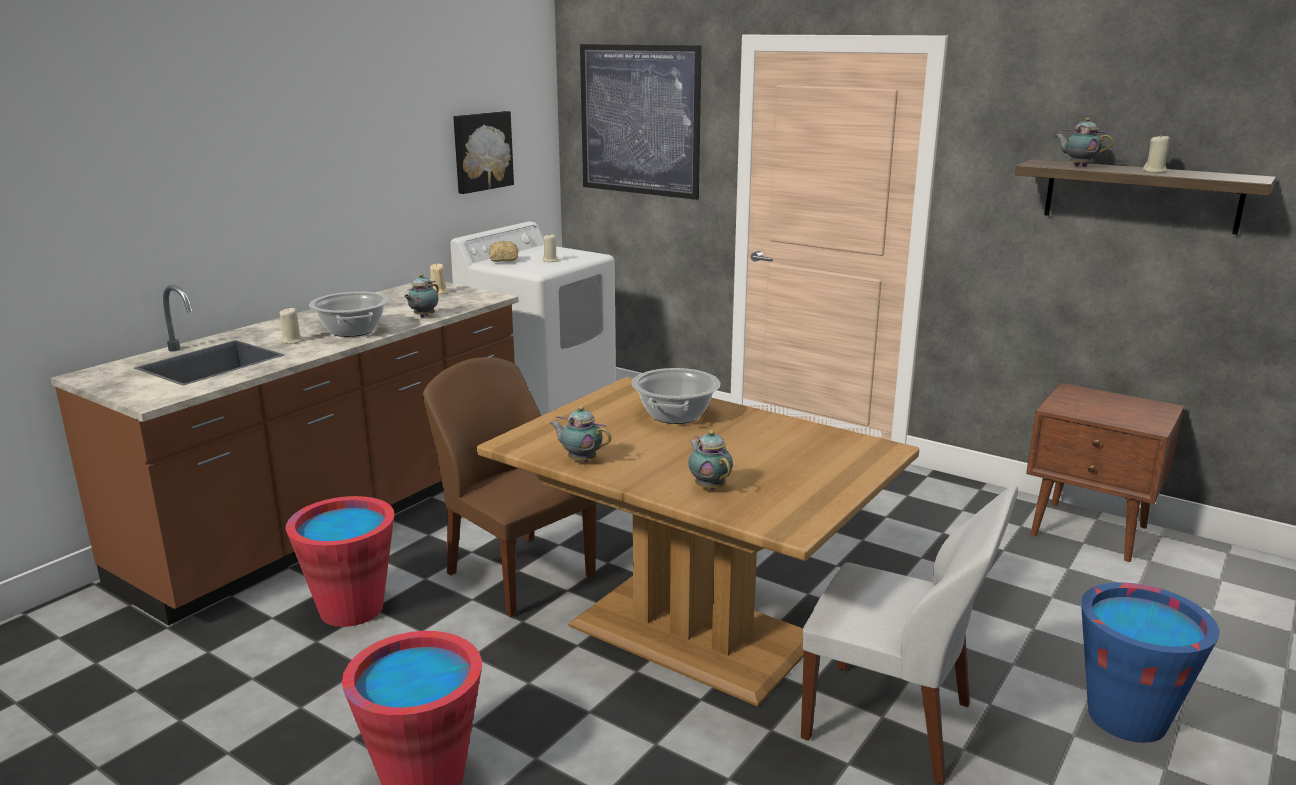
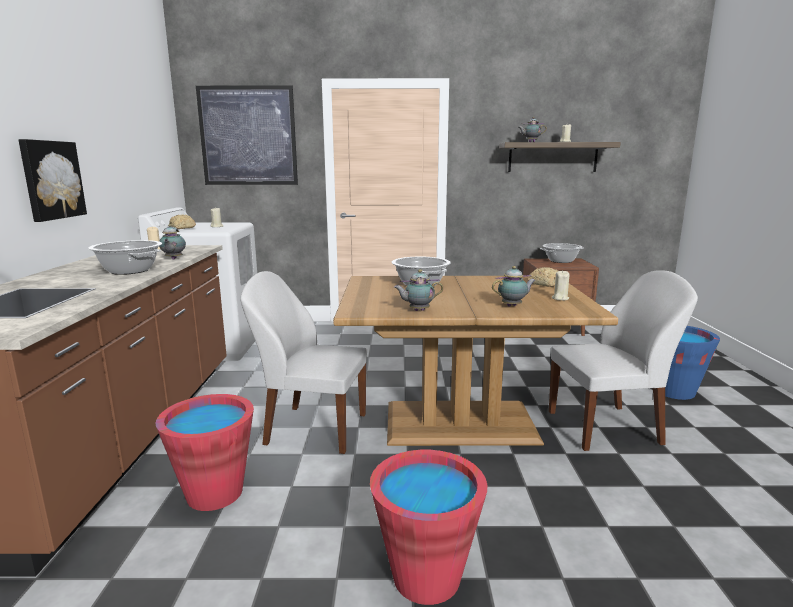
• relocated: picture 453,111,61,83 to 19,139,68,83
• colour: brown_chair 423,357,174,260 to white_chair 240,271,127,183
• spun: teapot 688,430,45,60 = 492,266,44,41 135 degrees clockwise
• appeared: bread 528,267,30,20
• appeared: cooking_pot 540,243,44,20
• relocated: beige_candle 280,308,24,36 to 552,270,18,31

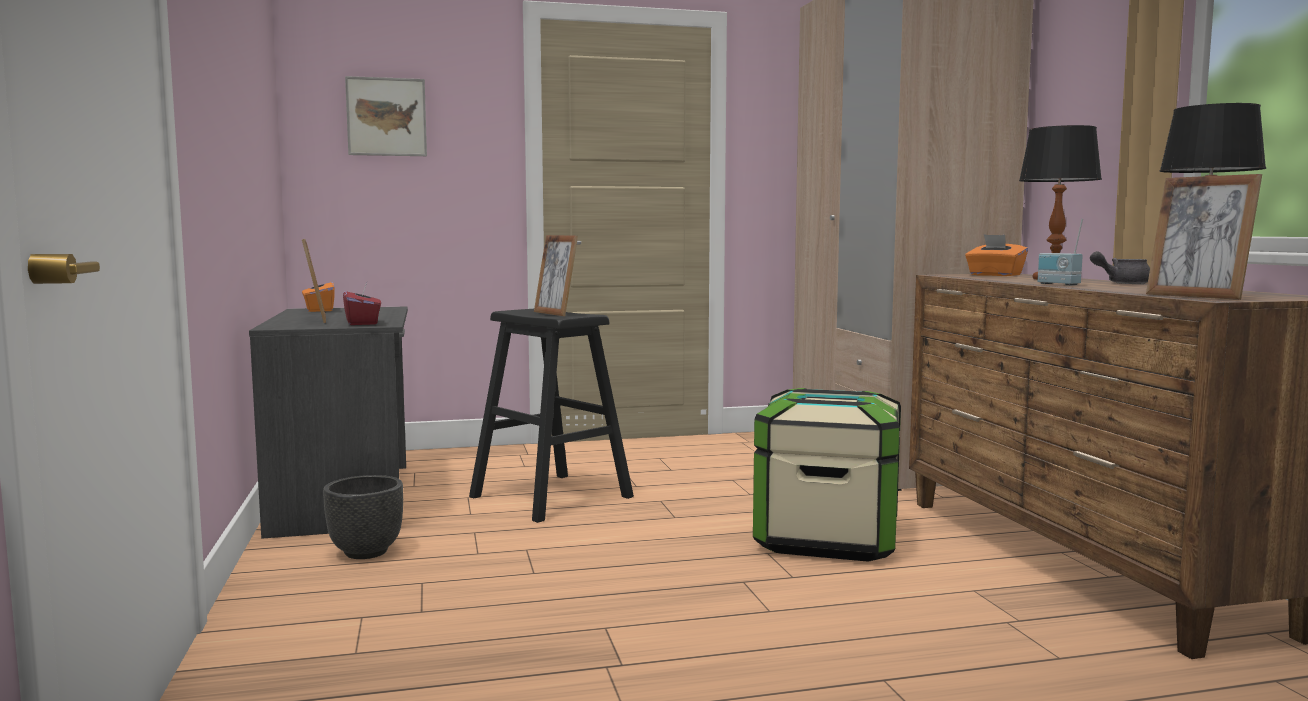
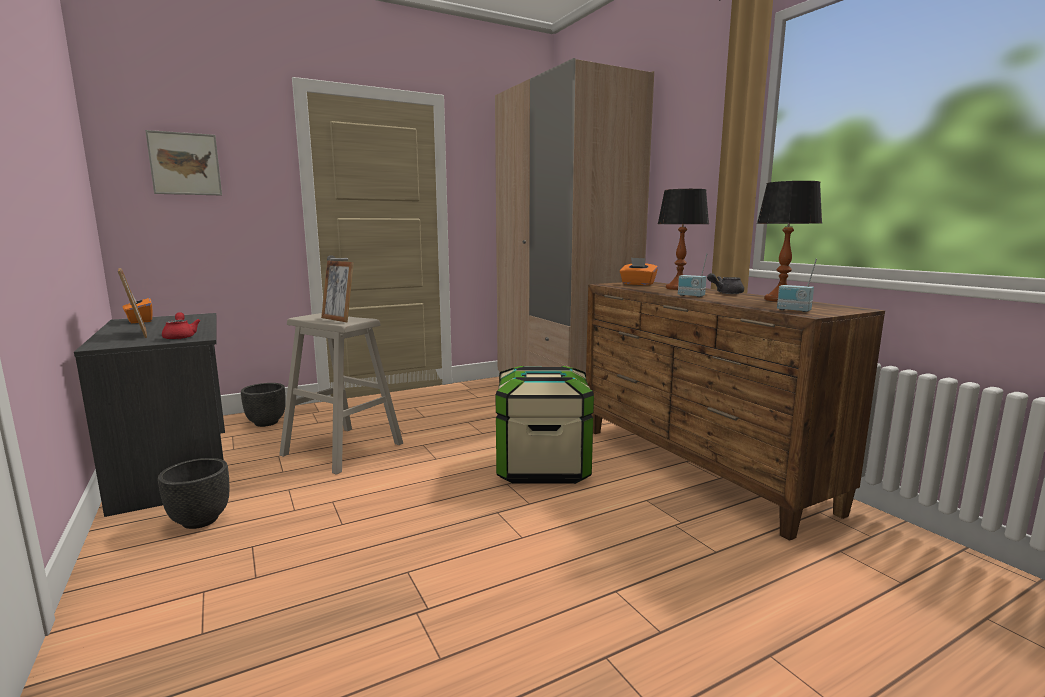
• exchanged: red_tissue_box 343,282,38,43 to red_teapot 162,312,38,28
• appeared: black_planter 241,383,45,44
• colour: black_stool 469,309,165,214 to beige_stool 279,313,124,162
• exchanged: picture_frame 1146,174,116,126 to radio 777,259,40,53

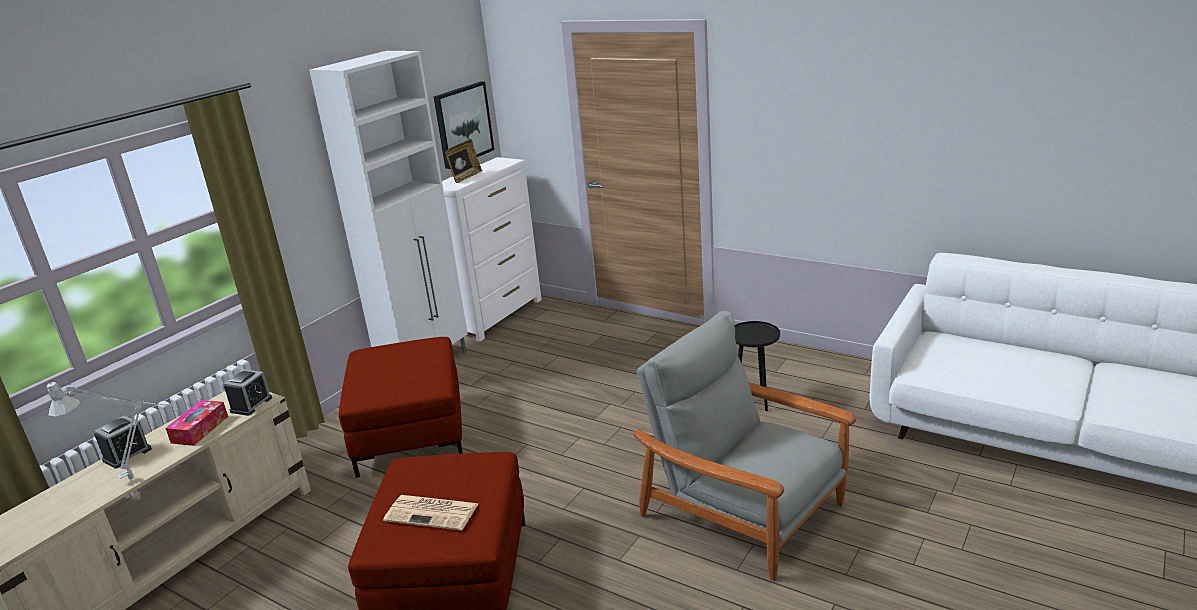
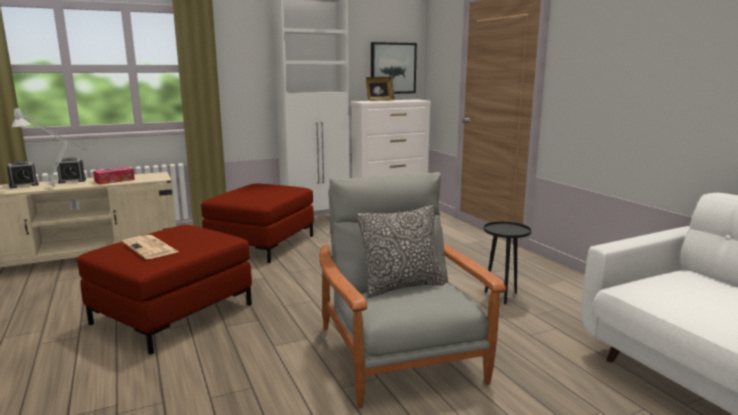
• relocated: alarm_clock 223,369,49,47 to 7,161,32,27
• appeared: pillow 357,205,88,93

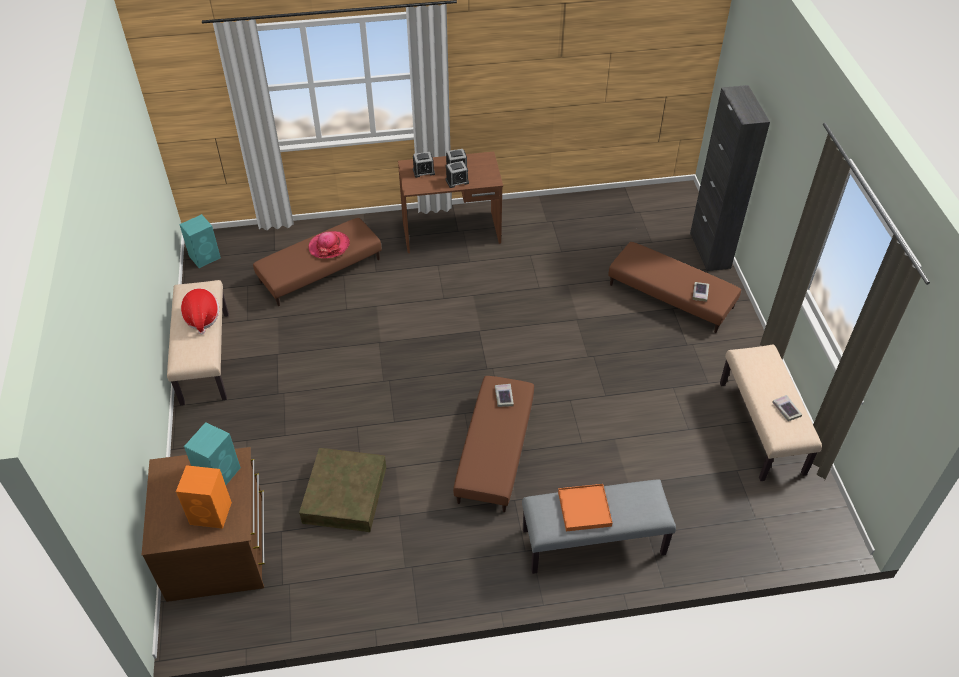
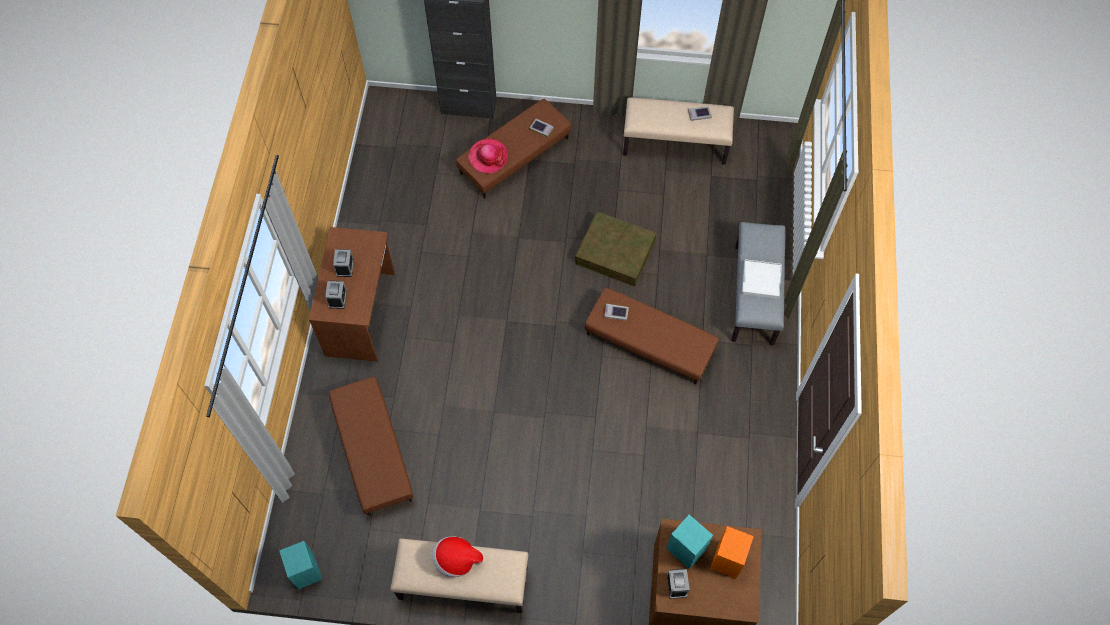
• relocated: hat 309,231,41,28 to 468,139,40,34
• relocated: brown_storage_box 299,448,87,84 to 575,212,82,75
• relocated: alarm_clock 446,161,23,27 to 667,569,23,30
• colour: orange_tray 558,484,54,47 to white_tray 742,259,40,40

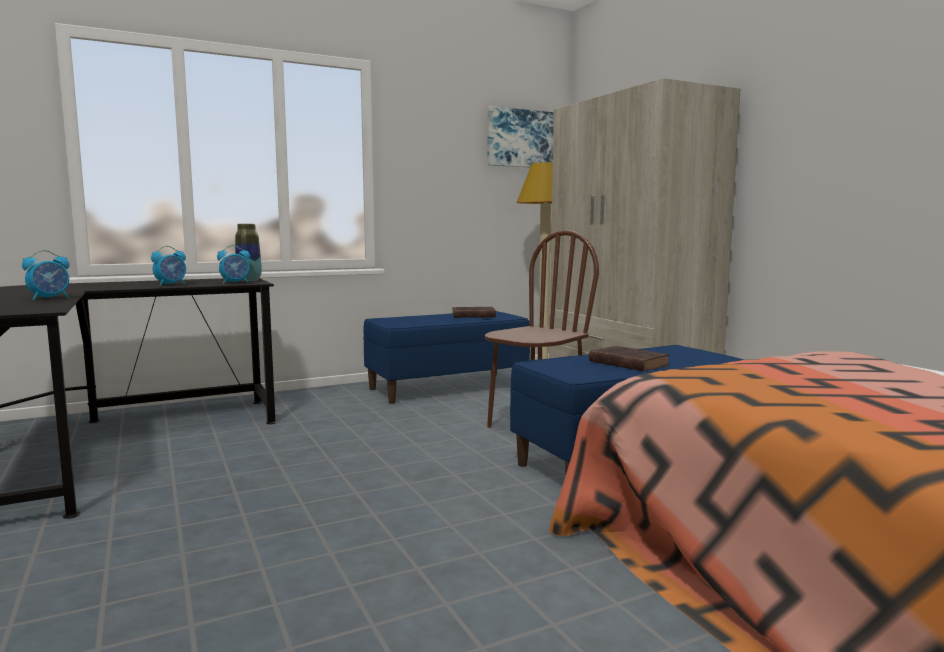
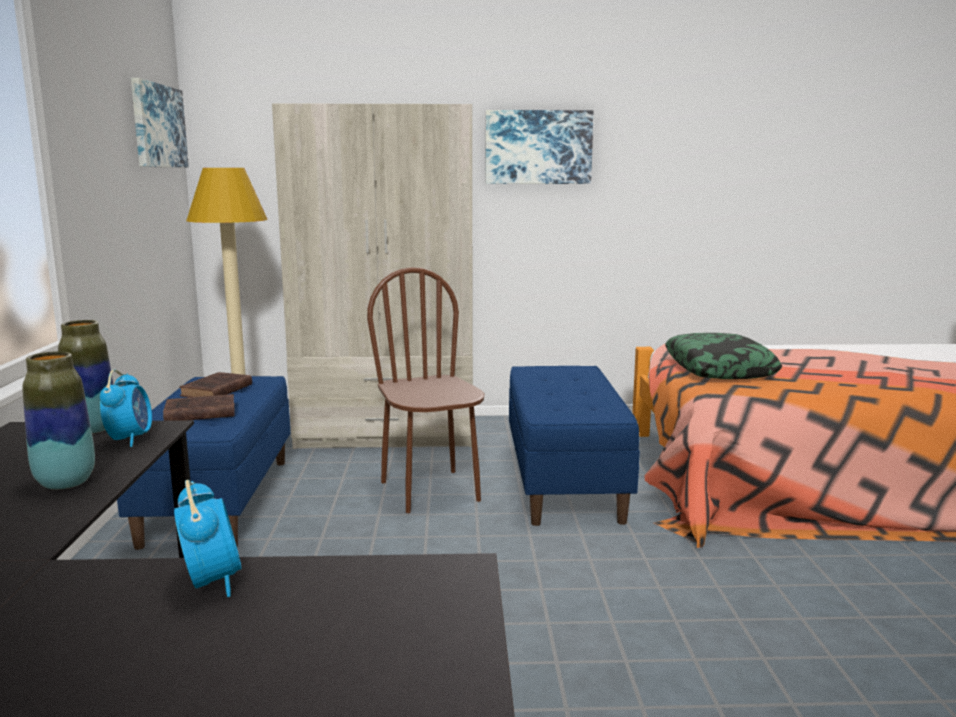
• exchanged: alarm_clock 151,246,35,40 to vase 22,351,73,139
• relocated: brown_book 589,346,81,25 to 163,394,72,27
• appeared: picture 486,110,108,74
• appeared: pillow 665,333,117,46

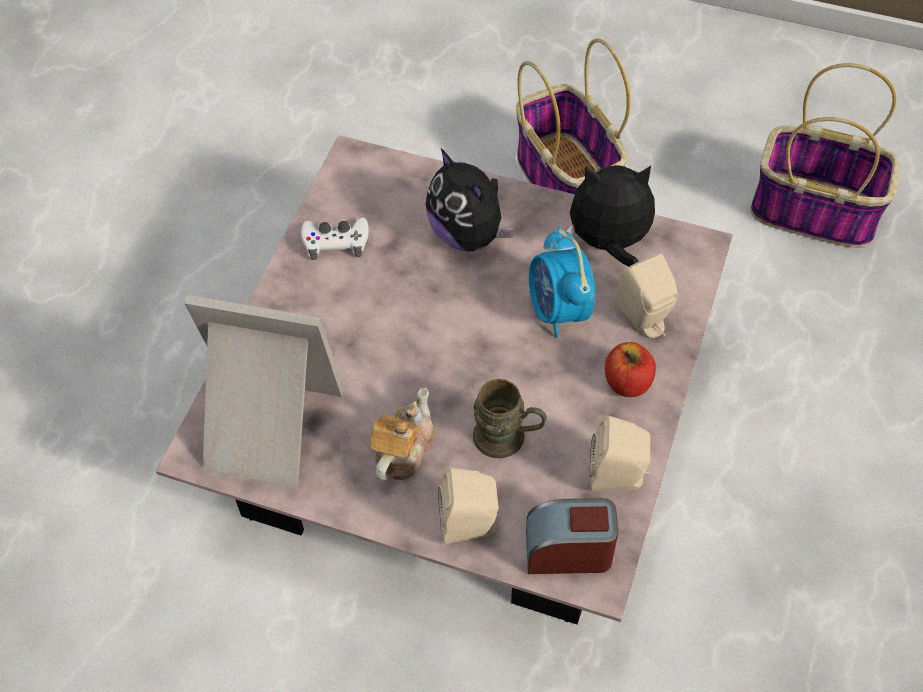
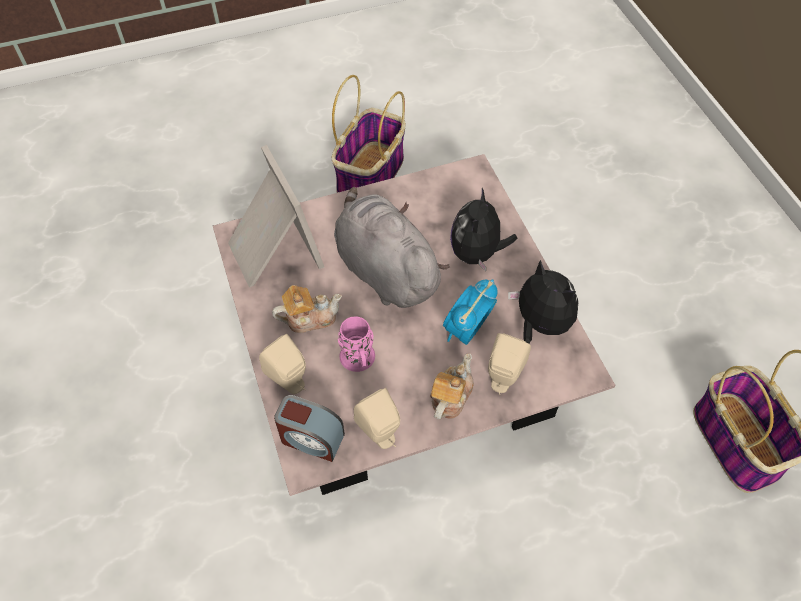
• spun: alarm_clock 526,498,92,76 = 274,395,71,67 150 degrees clockwise
• relocated: basket 516,39,114,155 to 332,75,74,118
• appeared: grey_plush_toy 334,187,116,121
• colour: brown_mug 473,379,73,79 to pink_mug 338,316,37,56
• exchanged: apple 605,342,51,55 to teapot 430,353,44,66
• missing: white_game_controller 301,217,68,43

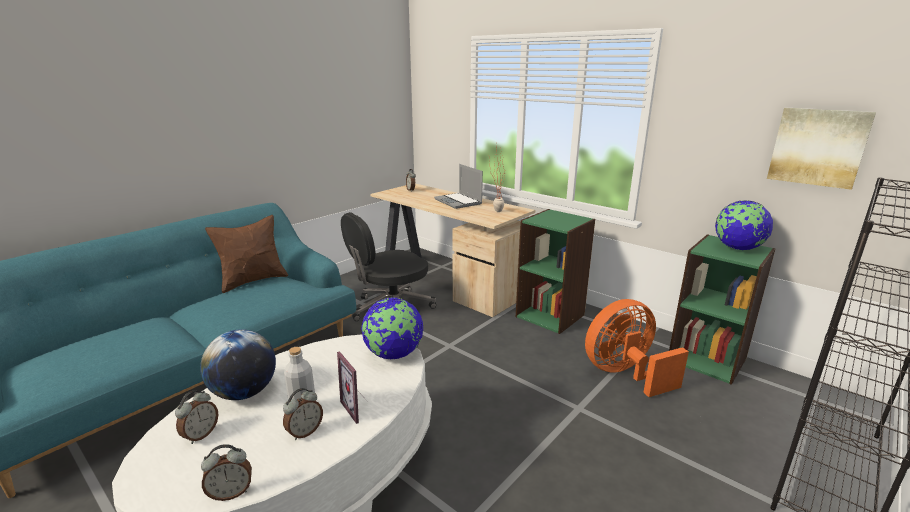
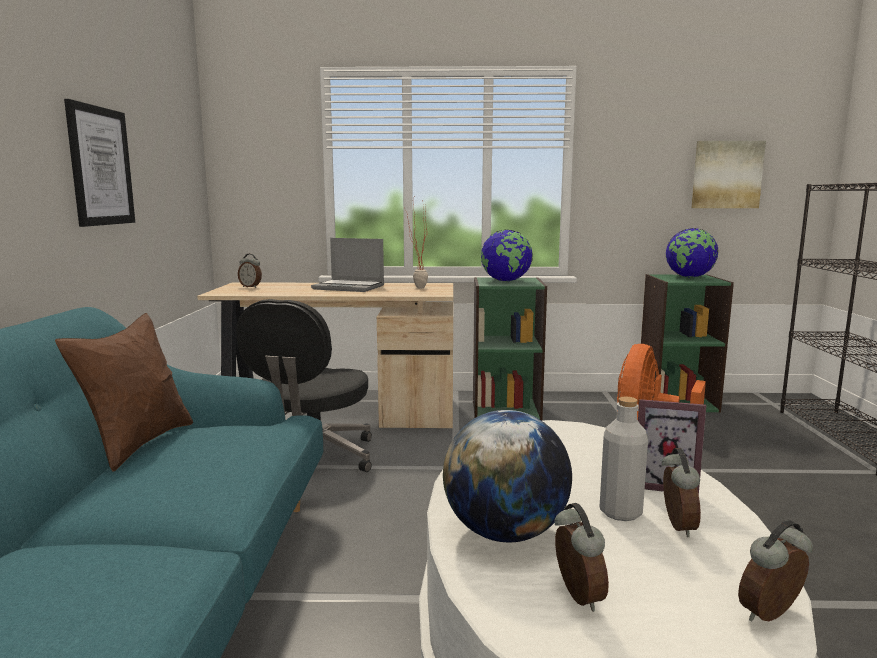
• appeared: picture 64,99,71,128
• relocated: globe 361,297,62,63 to 481,230,52,51
• spun: alarm_clock 201,444,51,57 = 738,520,75,101 150 degrees counterclockwise

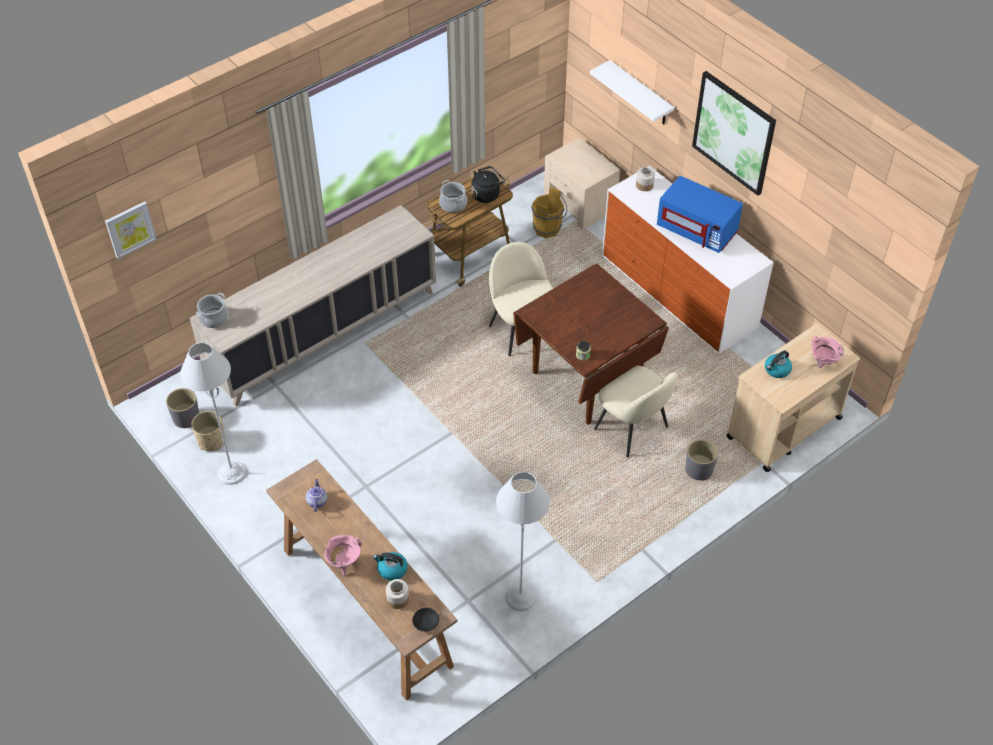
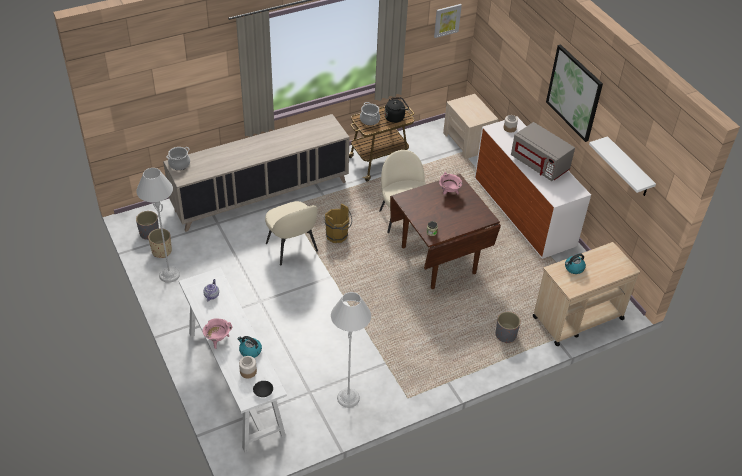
• colour: brown_console_table 266,459,191,242 to white_console_table 179,267,108,185
• relocated: beige_chair 594,365,83,93 to 265,201,53,64
• relocated: brown_bucket 531,187,36,51 to 324,203,28,40
• relocated: picture 105,201,52,58 to 434,4,28,34
• relocated: pink_cooking_pot 811,336,33,32 to 439,172,23,23
• colour: blue_microwave 657,176,86,77 to grey_microwave 511,122,64,59
• relocated: white_shelf 590,60,84,64 to 589,136,67,60

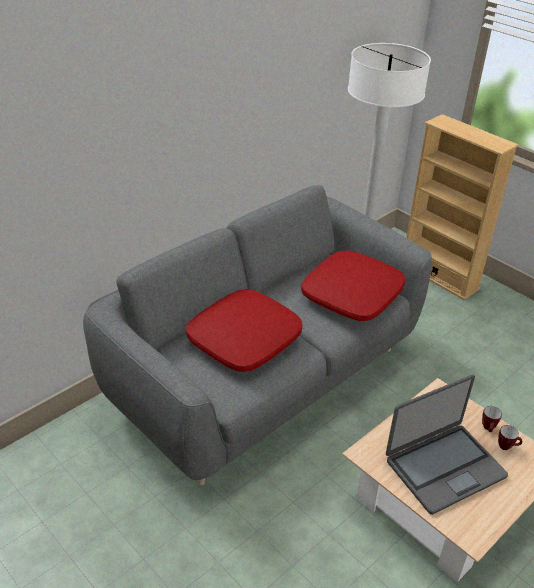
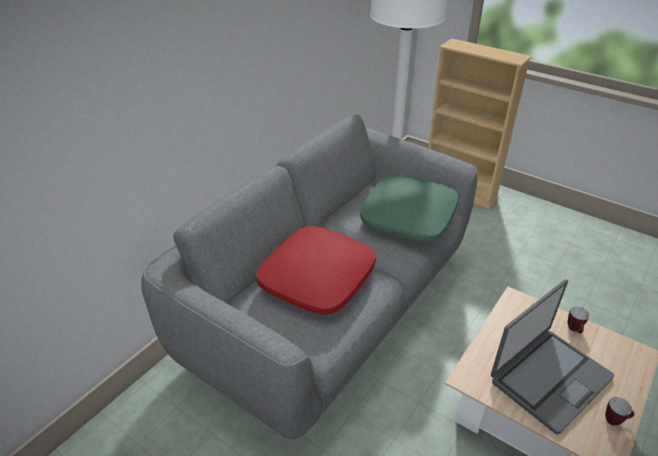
• colour: red_pillow 302,250,103,71 to green_pillow 360,175,98,67
• relocated: mug 498,425,24,25 to 605,397,29,29

